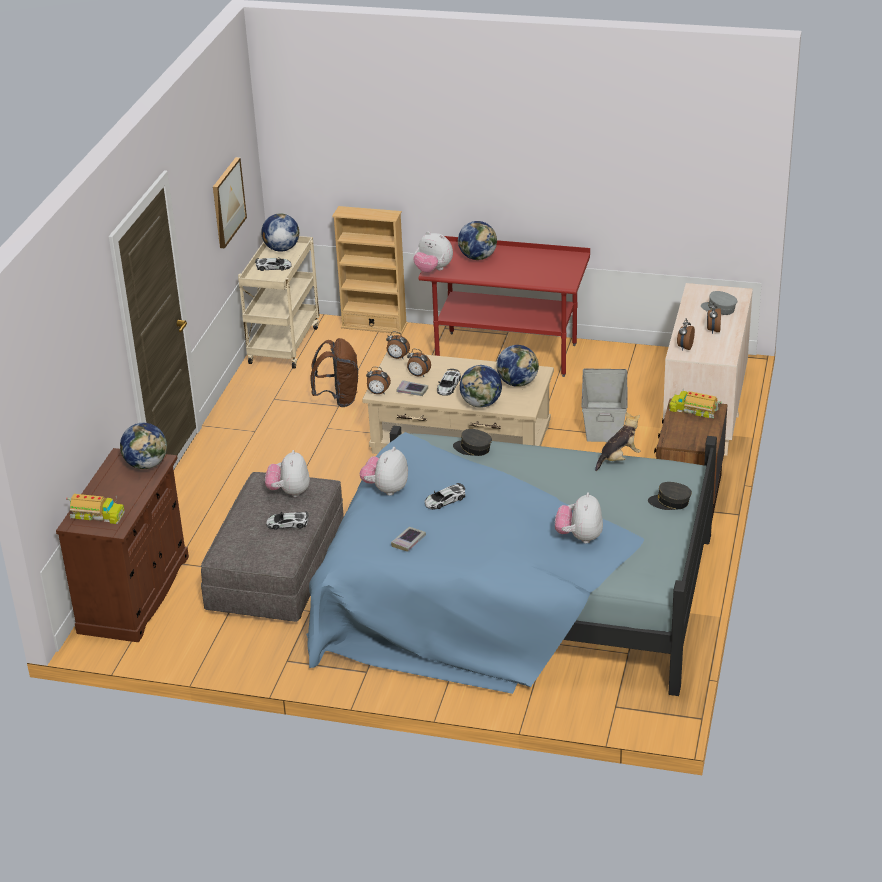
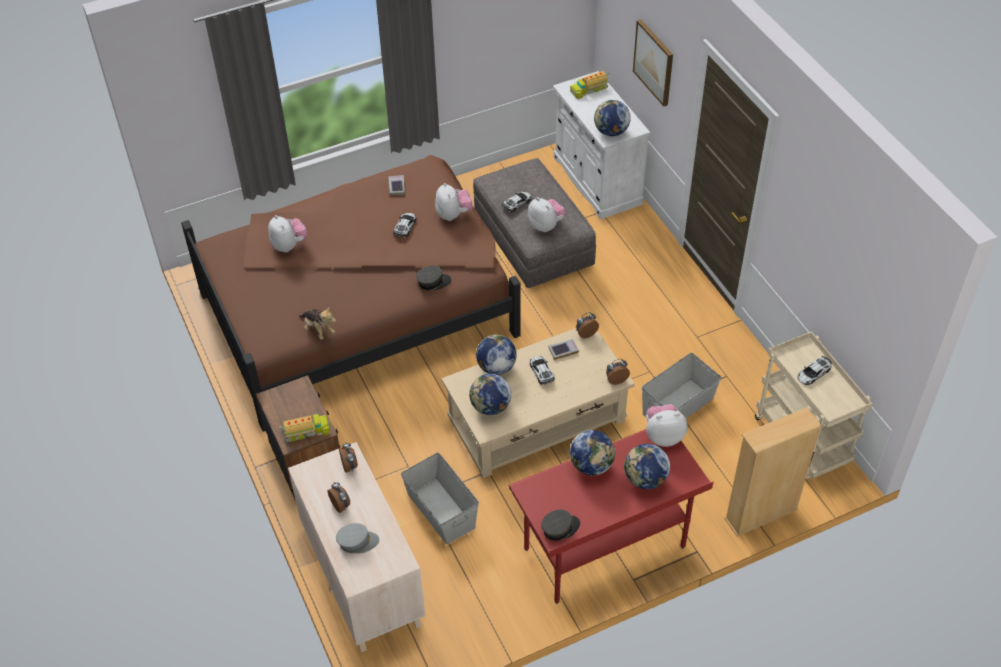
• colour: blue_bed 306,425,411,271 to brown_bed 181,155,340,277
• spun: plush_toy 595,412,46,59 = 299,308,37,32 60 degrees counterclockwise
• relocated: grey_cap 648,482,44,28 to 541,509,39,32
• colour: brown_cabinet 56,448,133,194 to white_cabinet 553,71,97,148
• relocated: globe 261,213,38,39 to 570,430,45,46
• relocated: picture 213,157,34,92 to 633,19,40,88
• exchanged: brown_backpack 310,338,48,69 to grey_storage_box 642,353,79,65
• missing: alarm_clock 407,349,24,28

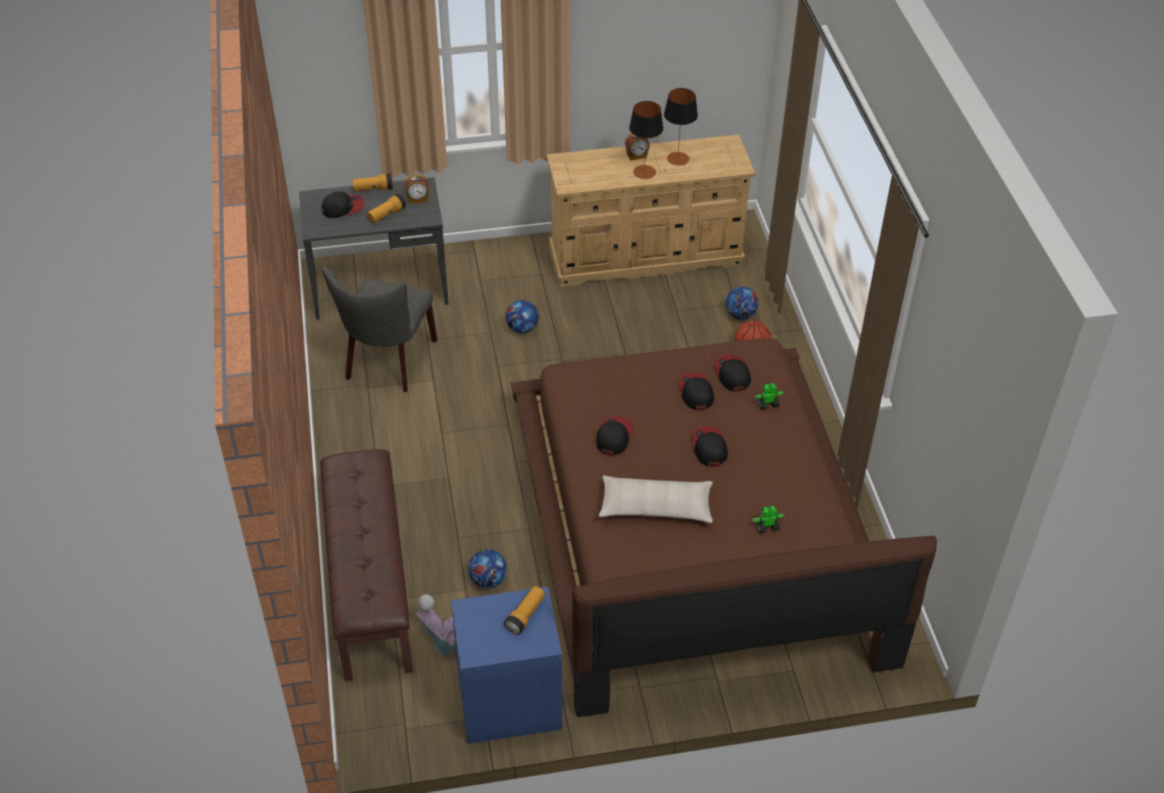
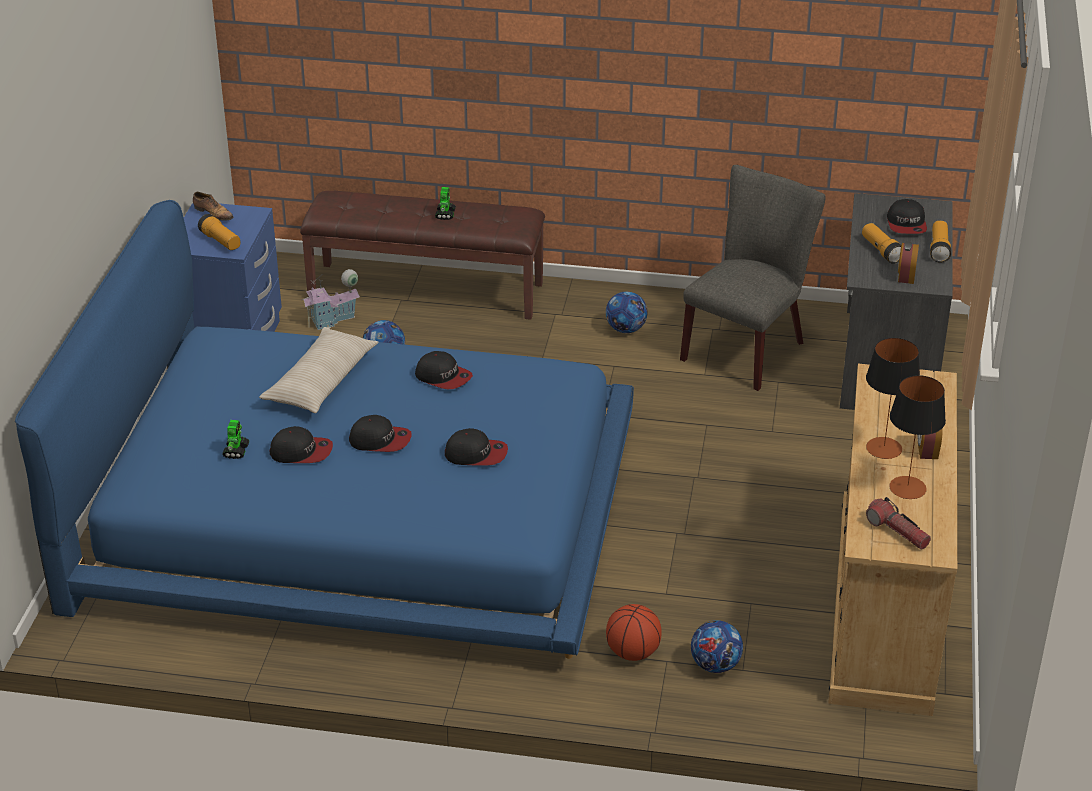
• colour: brown_bed 511,338,426,379 to blue_bed 15,200,619,459
• appeared: shoe 193,192,41,29
• relocated: cap 715,355,36,37 to 270,426,63,37
• relocated: toy_robot 754,383,30,26 to 435,187,21,33
• relocated: football 506,300,33,33 to 606,291,42,42
• spun: grey_chair 322,267,115,125 = 680,165,146,226 90 degrees clockwise
• appeared: flashlight 866,497,65,53

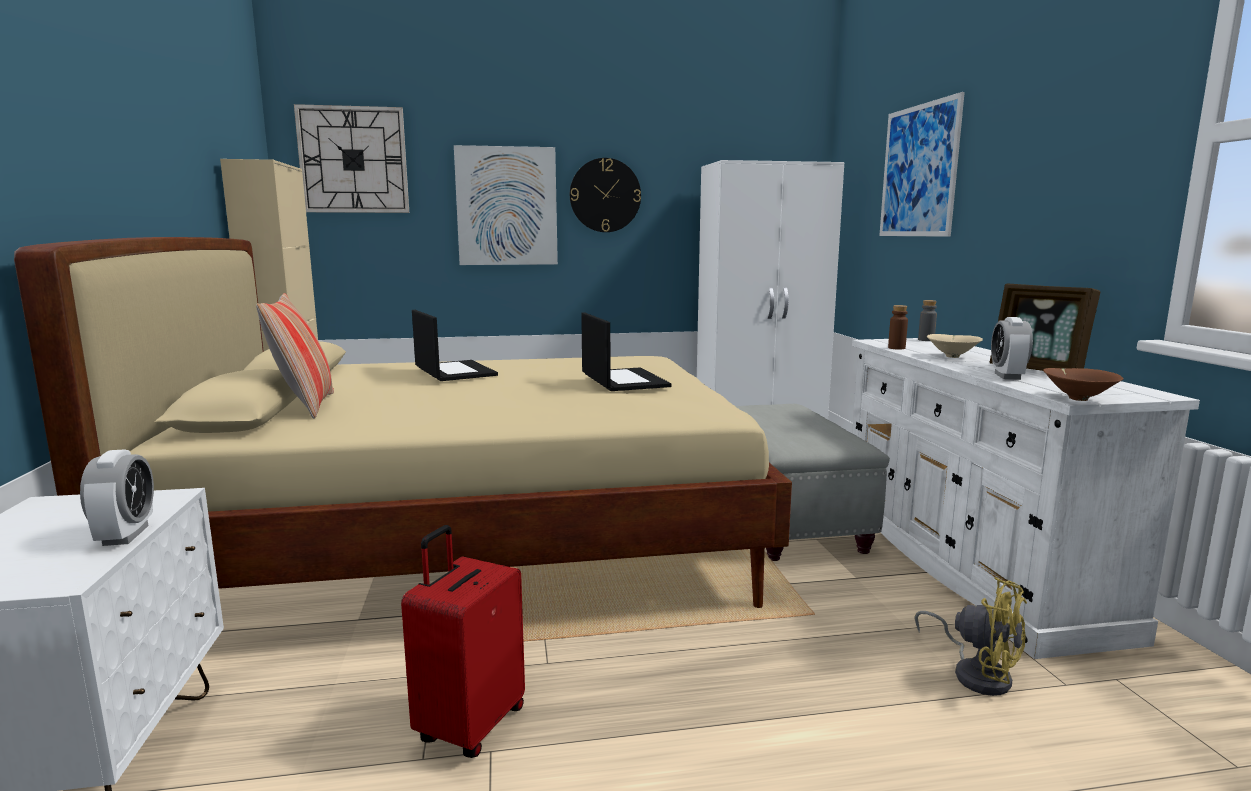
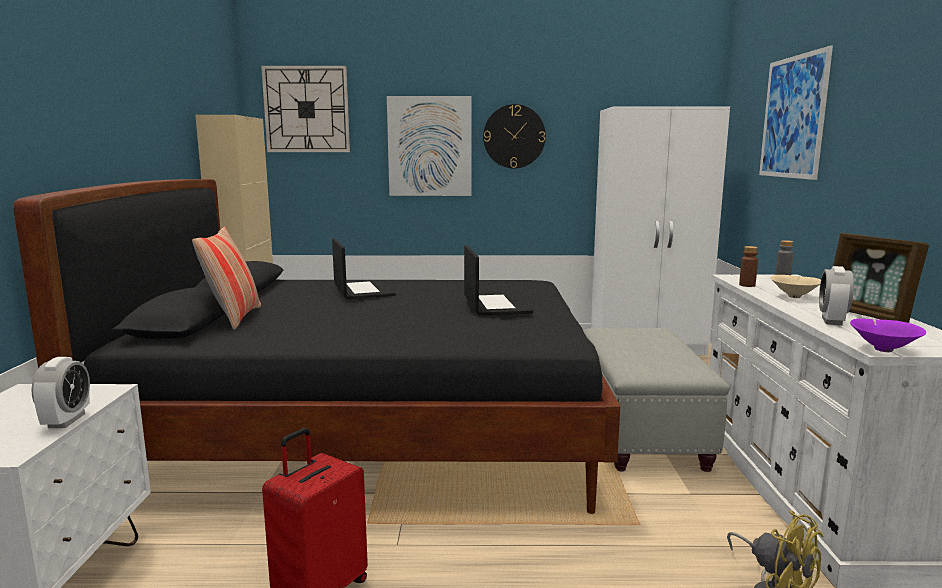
• colour: beige_bed 14,237,778,371 to black_bed 13,179,607,335
• colour: brown_bowl 1043,368,81,33 to purple_bowl 850,318,76,34

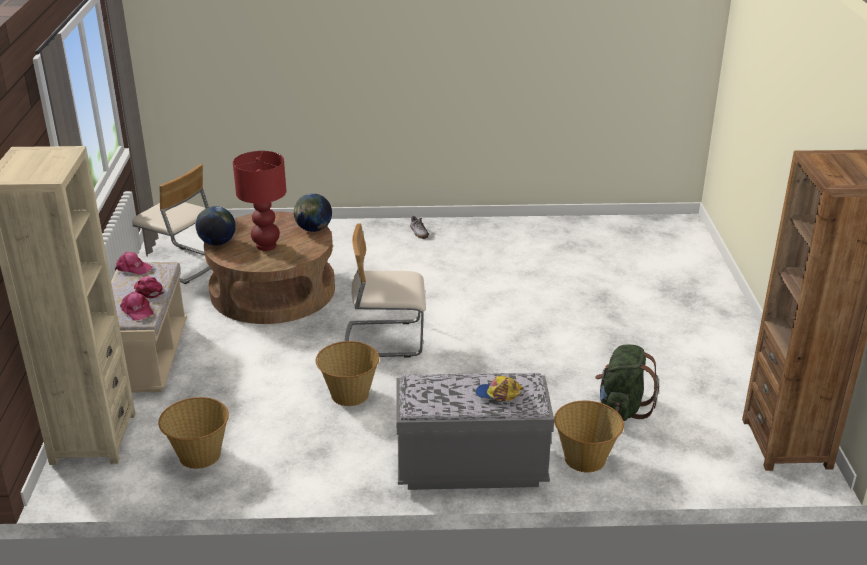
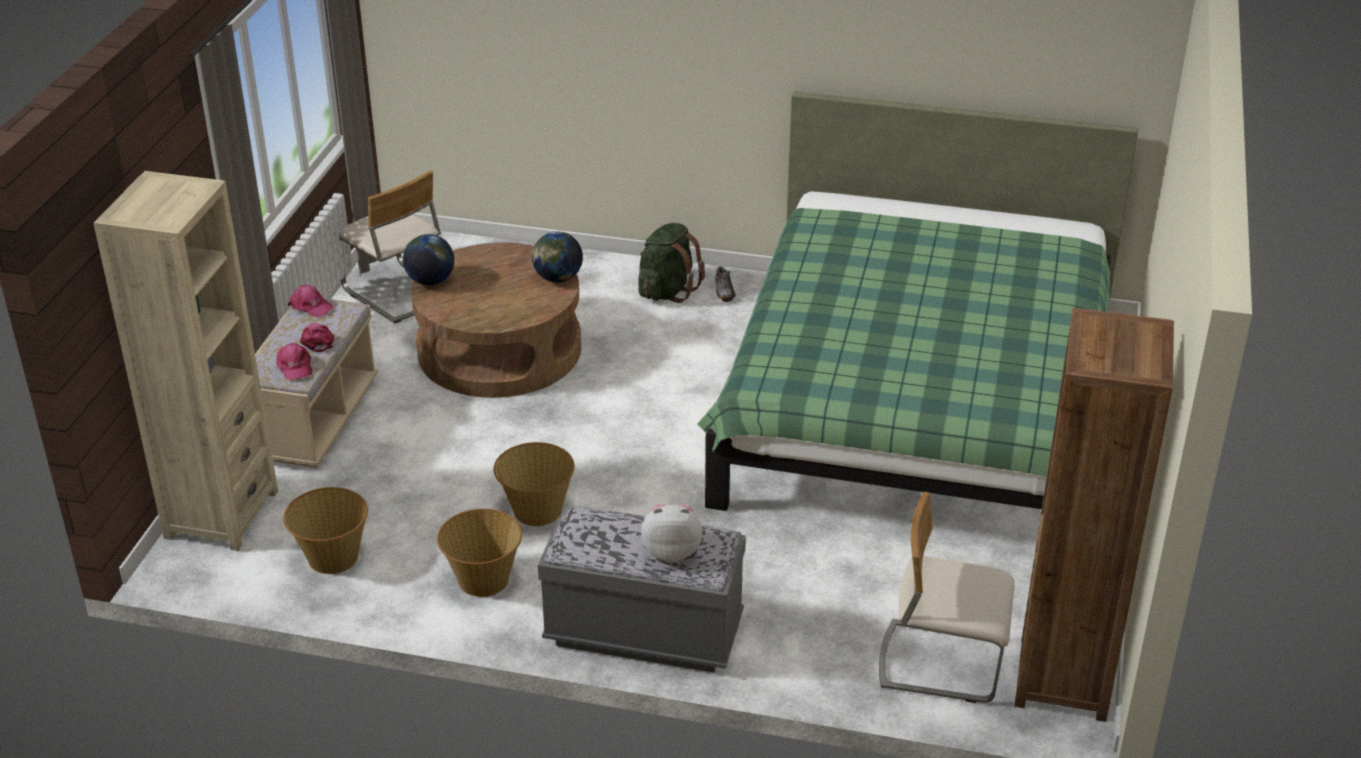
• relocated: basket 554,401,70,71 to 437,509,85,88
• relocated: green_backpack 595,344,64,77 to 638,223,67,80
• exchanged: cap 476,376,47,25 to plush_toy 641,505,61,57
• appeared: green_bed 697,91,441,420
• relocated: beige_chair 345,224,81,134 to 879,492,136,211
• missing: red_table_lamp 233,151,53,100

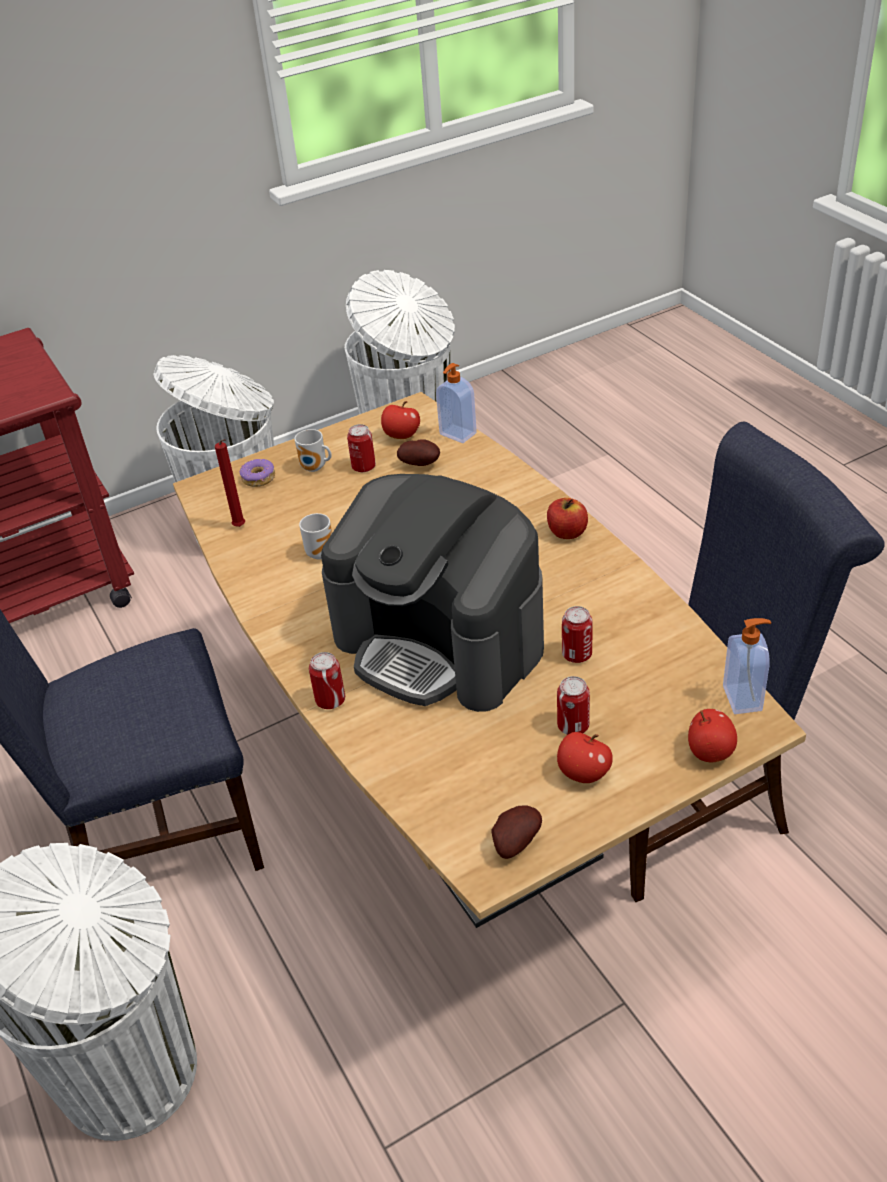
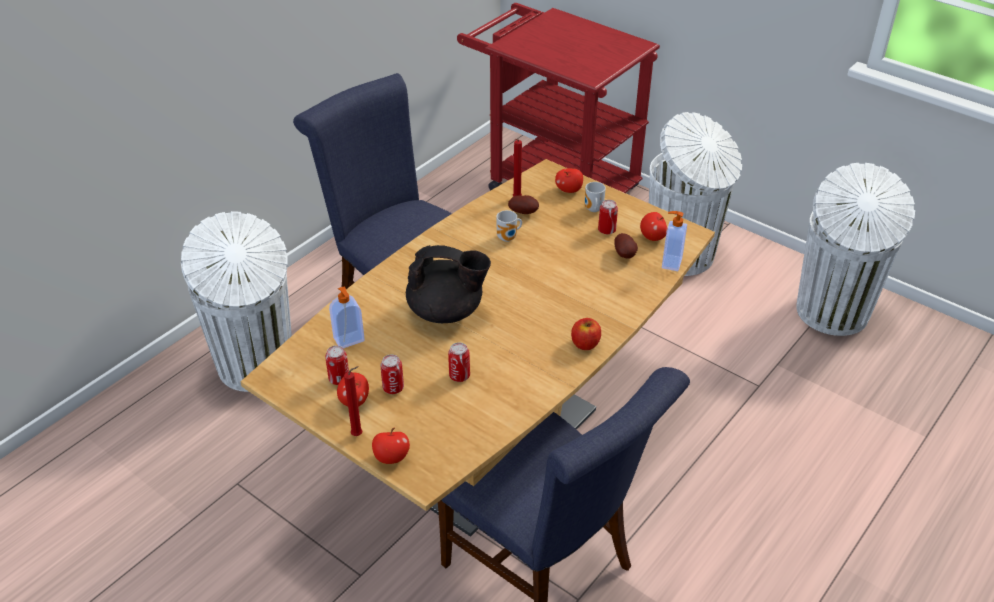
• relocated: can 309,652,36,57 to 325,345,24,40
• relocated: soap_dispenser 723,618,48,96 to 329,286,36,62
• appeared: red_candle 344,366,18,70
• exchanged: coffee_machine 321,474,223,238 to black_teapot 406,245,85,78
• relocated: potato 491,806,51,53 to 508,195,31,19
• exchanged: donut 239,459,36,28 to apple 555,168,28,25

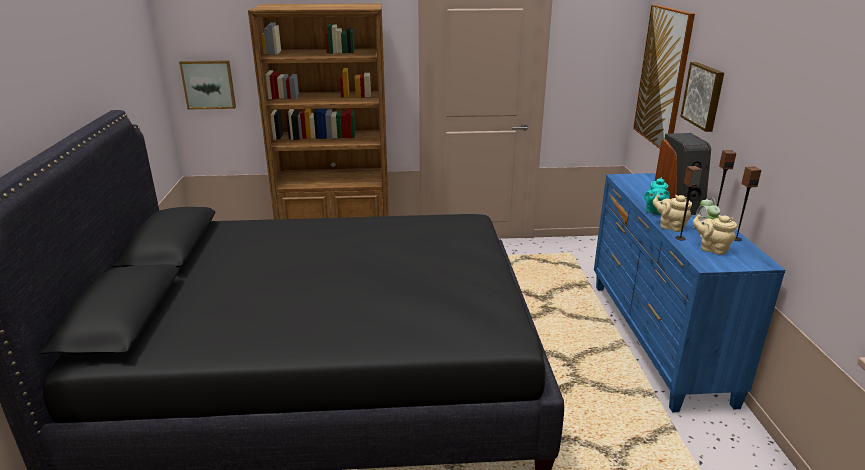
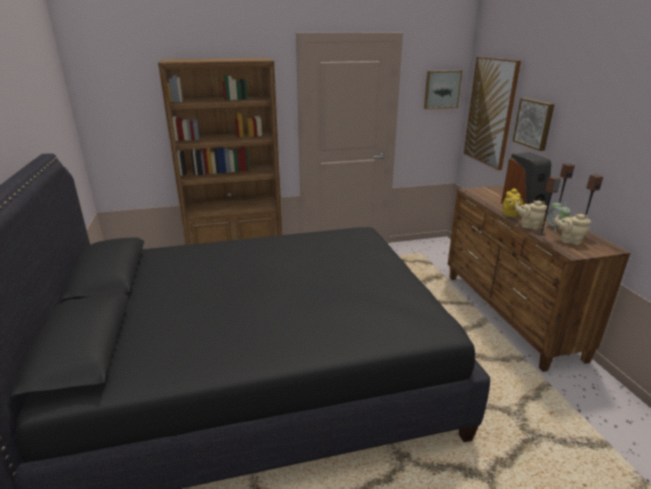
• relocated: picture 179,60,57,50 to 424,70,39,39
• colour: blue_dresser 594,173,191,240 to brown_dresser 447,185,184,187
• colour: turquoise_teapot 644,177,26,38 to yellow_teapot 502,188,21,30

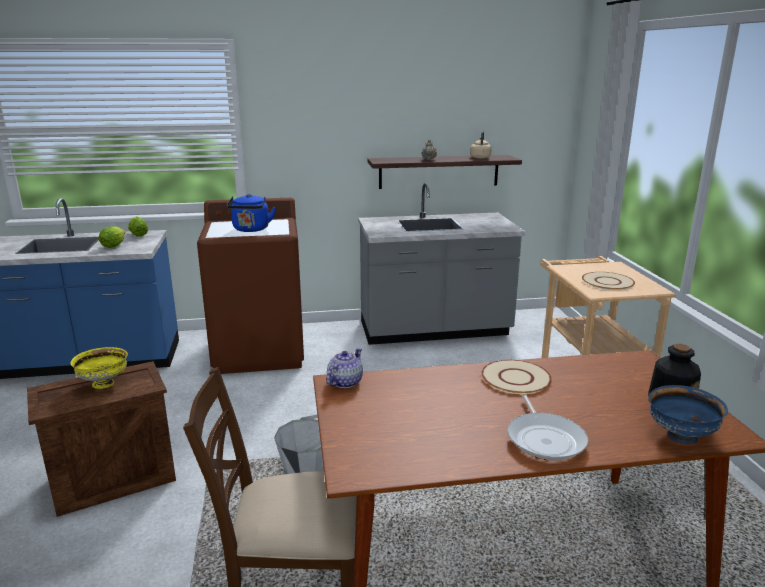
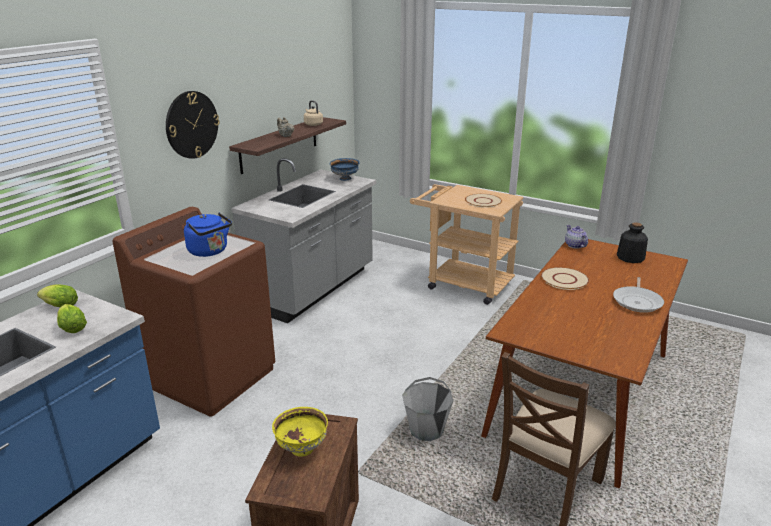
• appeared: wall_clock 166,91,54,68
• relocated: blue_bowl 649,385,79,59 to 329,158,31,23
• relocated: teapot 326,348,37,40 to 565,225,23,24
• spun: frying_pan 508,393,80,68 = 613,277,51,36 75 degrees clockwise

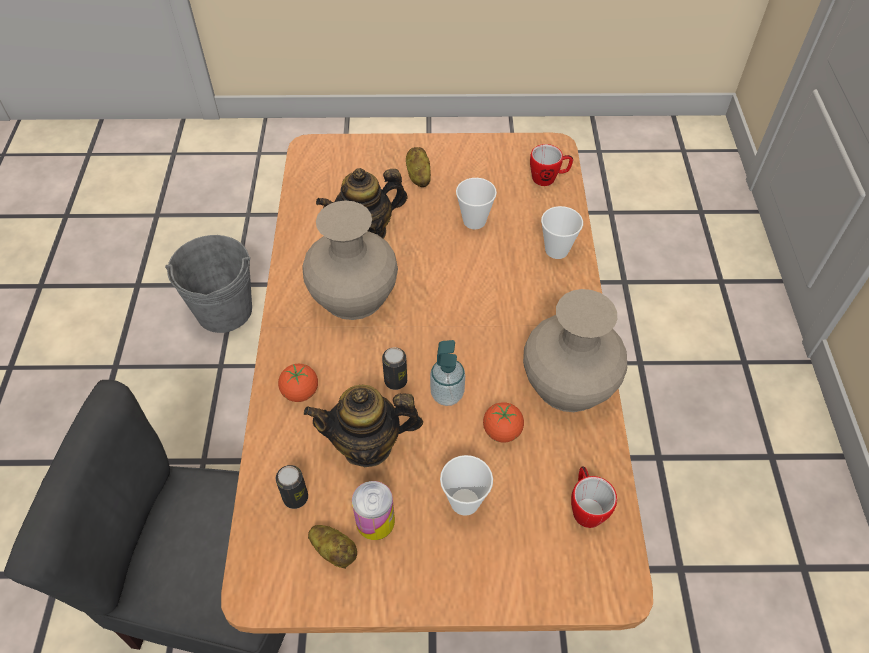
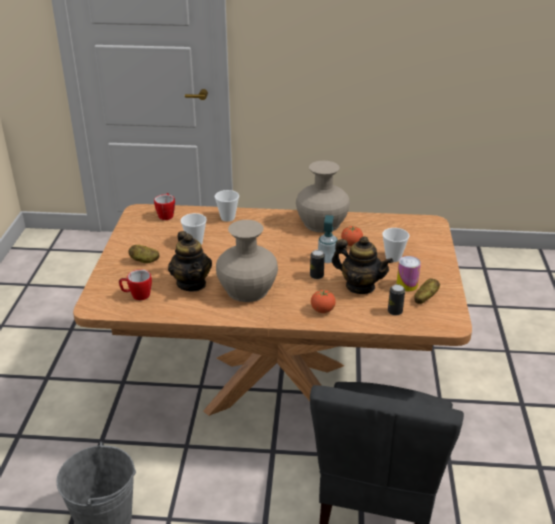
• relocated: mug 571,466,46,62 to 119,269,33,31
• spun: teapot 304,385,119,82 = 332,236,62,58 60 degrees counterclockwise

